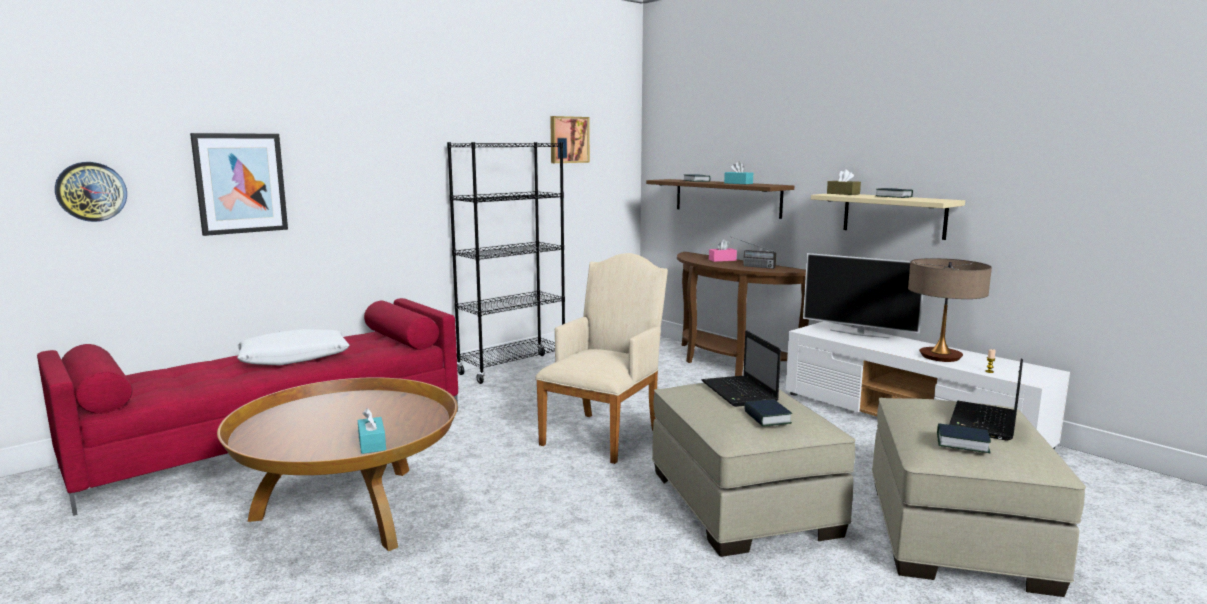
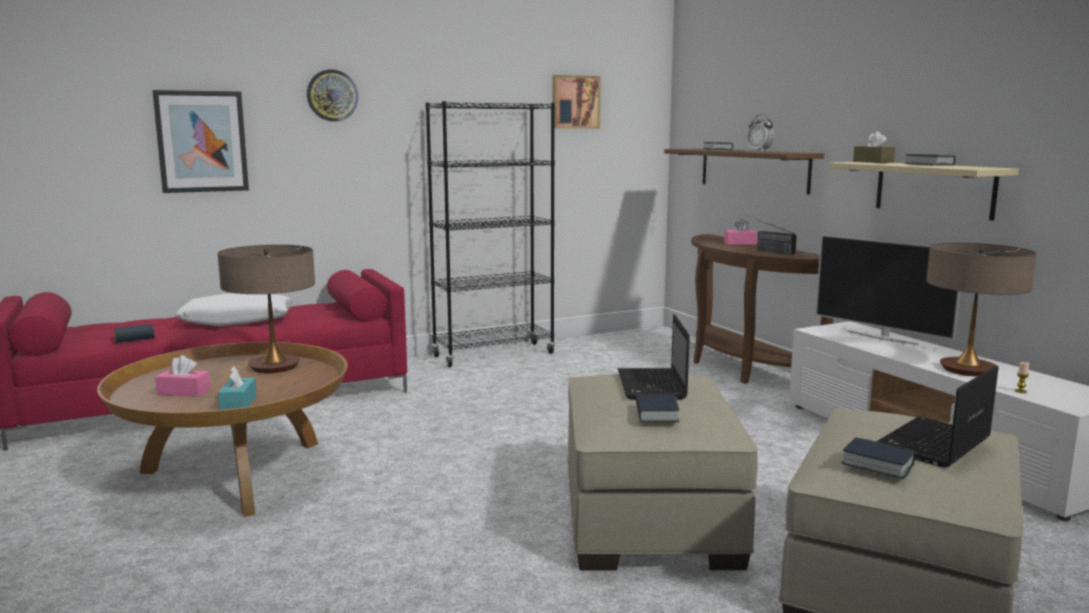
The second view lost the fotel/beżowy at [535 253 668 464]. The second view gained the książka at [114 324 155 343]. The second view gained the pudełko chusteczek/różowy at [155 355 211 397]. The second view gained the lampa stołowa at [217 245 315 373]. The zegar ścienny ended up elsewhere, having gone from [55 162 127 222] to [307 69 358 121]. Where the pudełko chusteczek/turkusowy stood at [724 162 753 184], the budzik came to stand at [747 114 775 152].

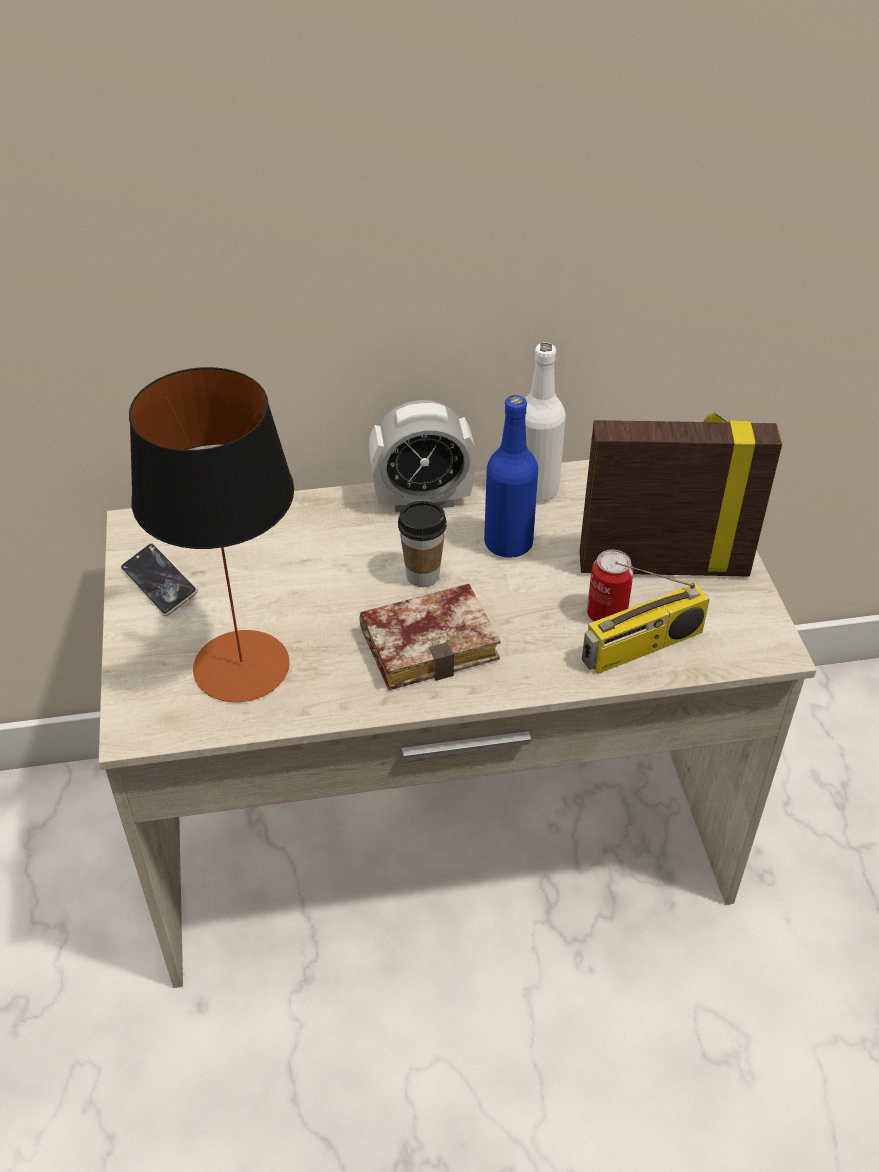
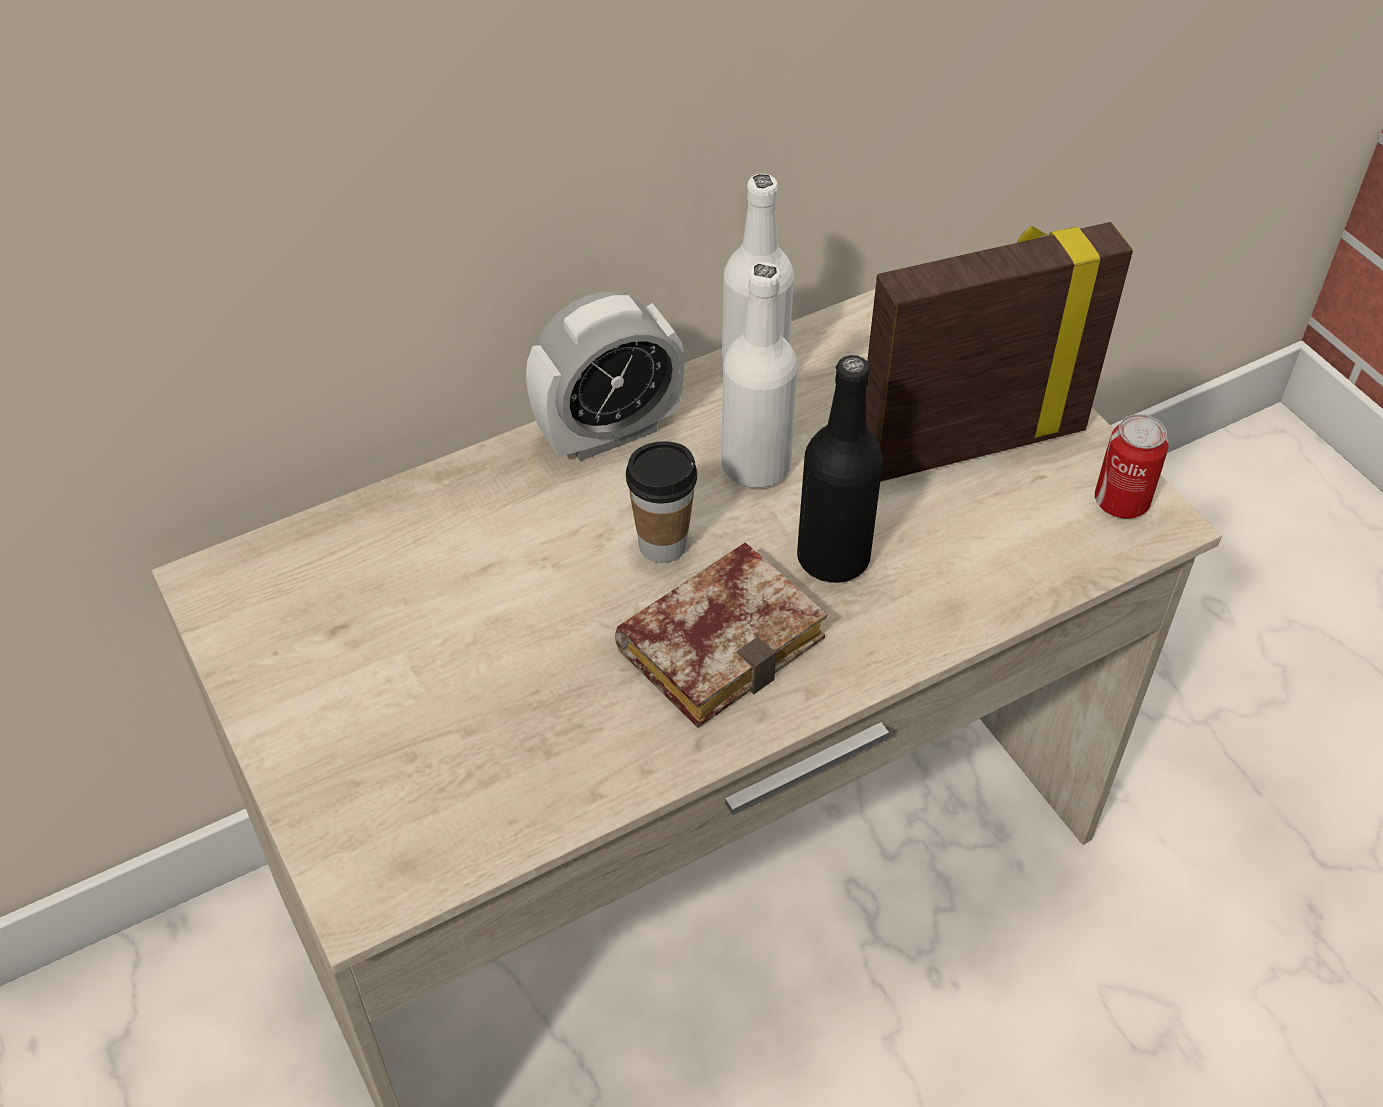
The second view lost the telefon at [120 543 198 616]. The second view lost the lampa stołowa at [129 367 294 702]. The second view lost the radio at [582 562 710 674]. The second view gained the butelka/czarny at [797 355 883 583]. The puszka ended up elsewhere, having gone from [587 550 634 621] to [1095 414 1169 519]. What was the butelka/niebieski at [484 395 538 558] turned into the butelka/biały at [721 262 798 488].

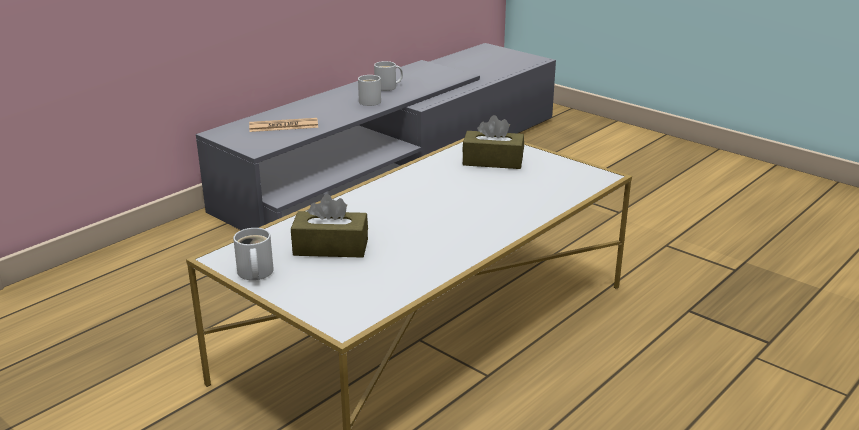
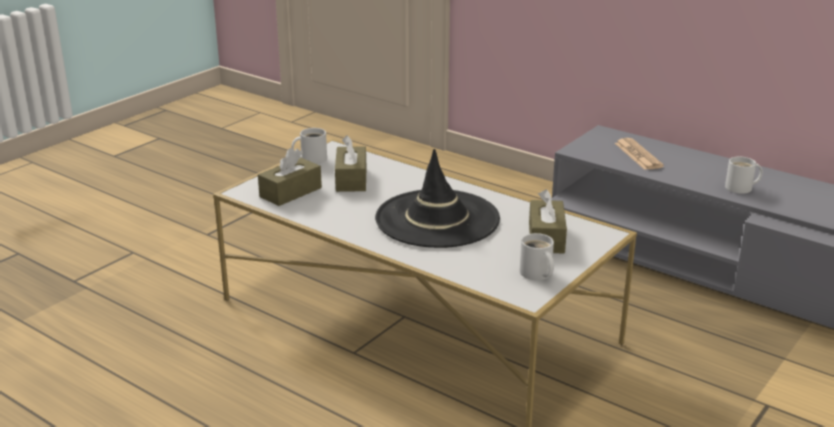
The second view gained the pudełko chusteczek/brązowy at [258 148 322 206]. The second view gained the kapelusz/czarny at [375 149 500 248]. The kubek/biały ended up elsewhere, having gone from [374 61 403 91] to [520 233 554 280].

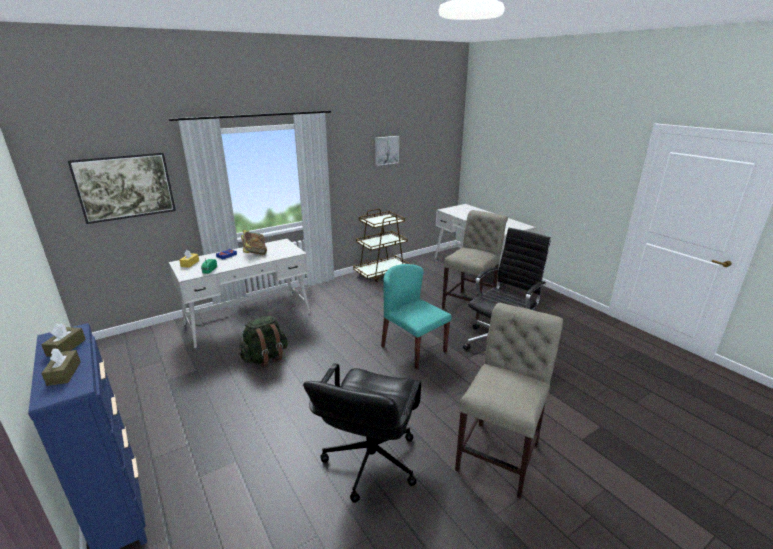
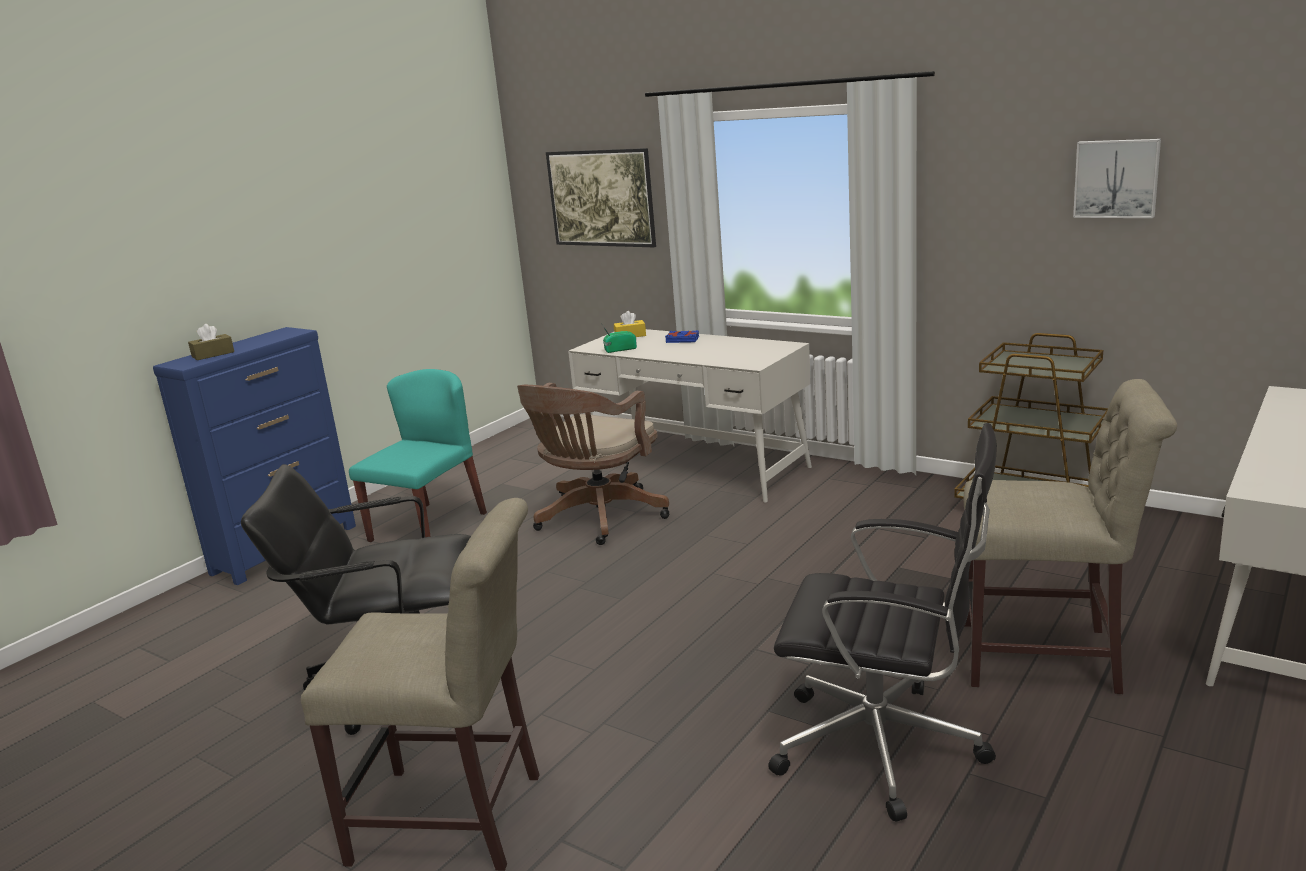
The second view lost the pudełko chusteczek/brązowy at [41 323 86 357]. The second view lost the książka at [241 230 267 255]. The krzesło/turkusowy ended up elsewhere, having gone from [381 264 452 369] to [349 369 487 542]. Where the plecak/zielony stood at [239 316 288 367], the krzesło biurowe/brązowy came to stand at [517 383 669 545].

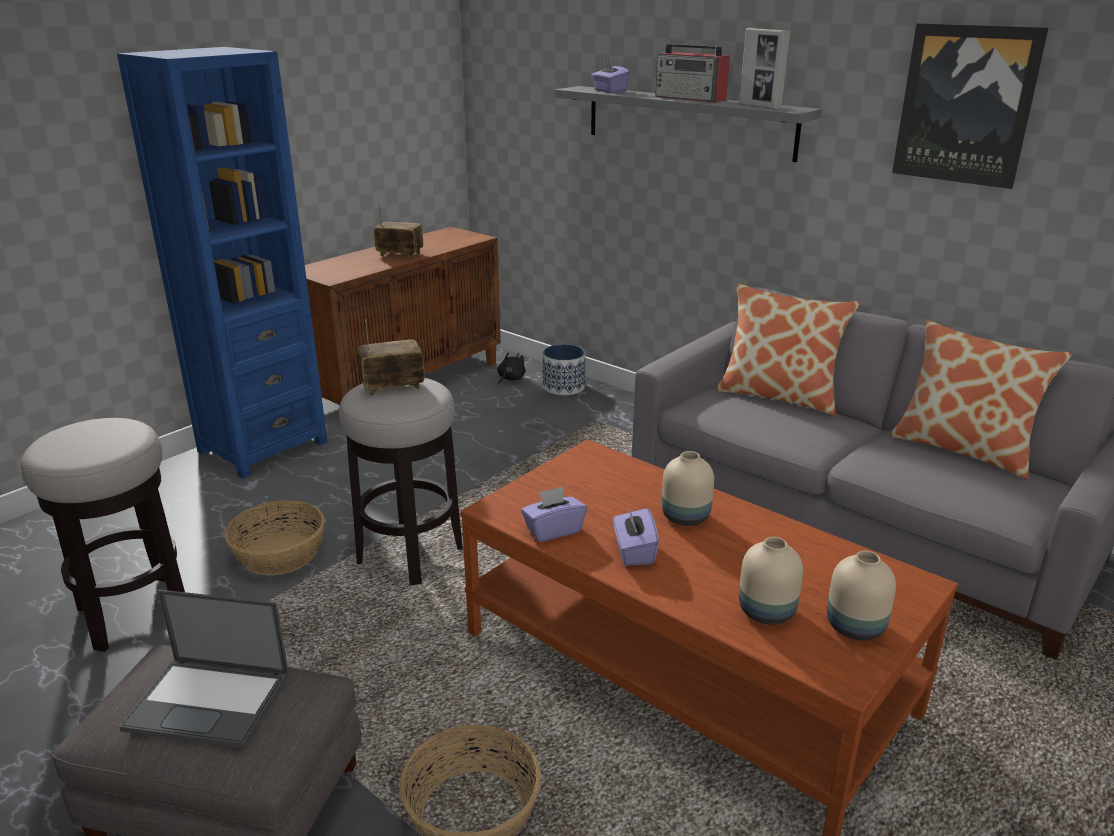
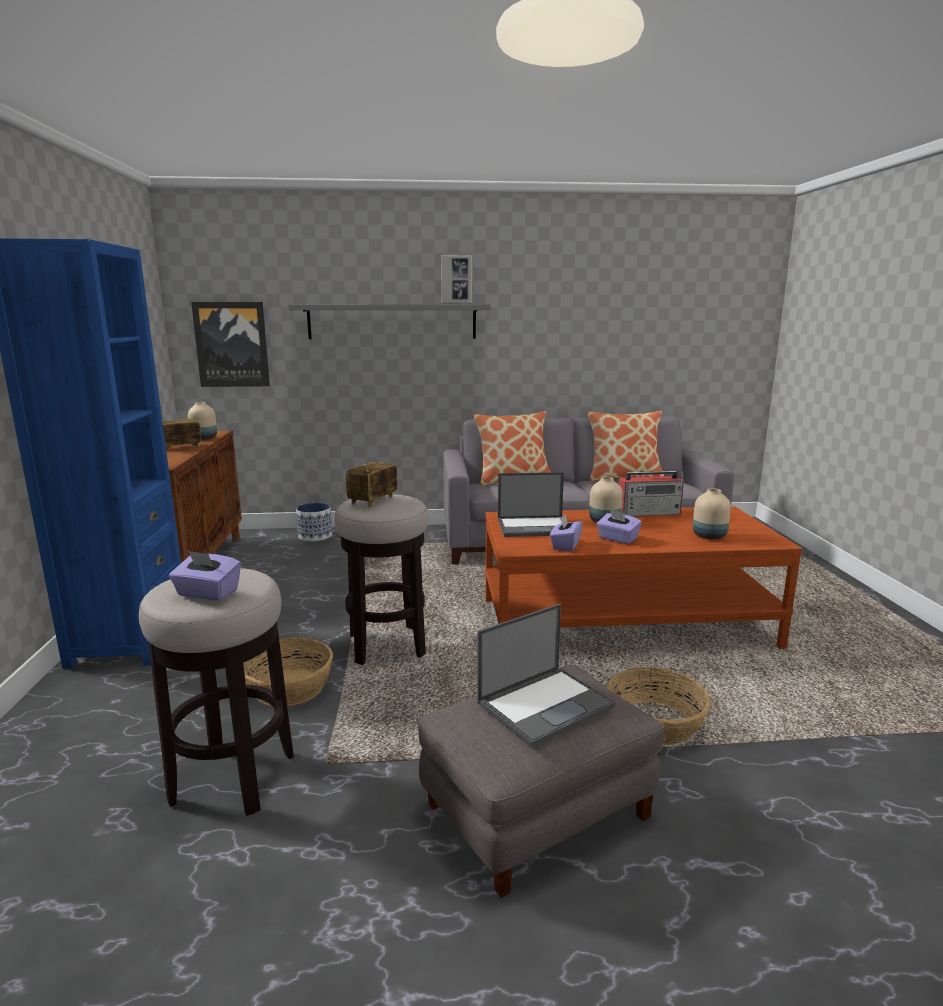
The second view lost the pluszak/czarny at [497 352 526 385]. The second view gained the laptop at [498 472 564 537]. The pudełko chusteczek/fioletowy ended up elsewhere, having gone from [591 59 630 93] to [169 551 241 601]. The radio ended up elsewhere, having gone from [655 44 730 103] to [619 471 684 517]. The wazon/beżowy ended up elsewhere, having gone from [827 551 896 641] to [188 402 217 440]. The obraz ended up elsewhere, having gone from [892 23 1048 189] to [191 302 270 387].

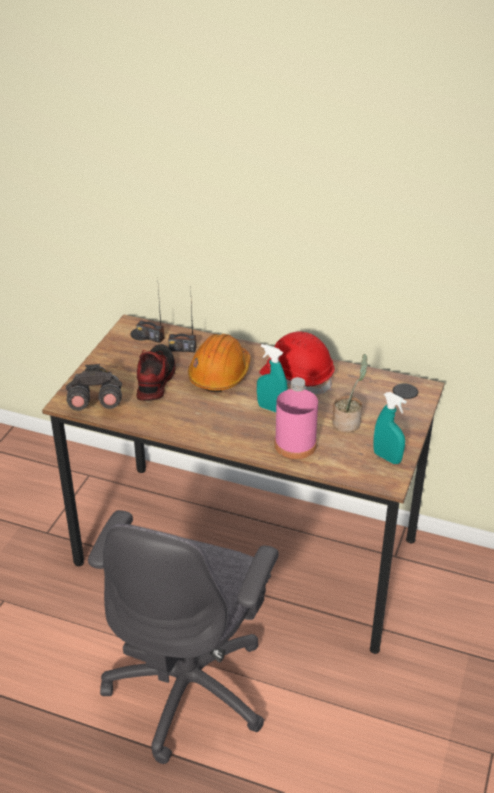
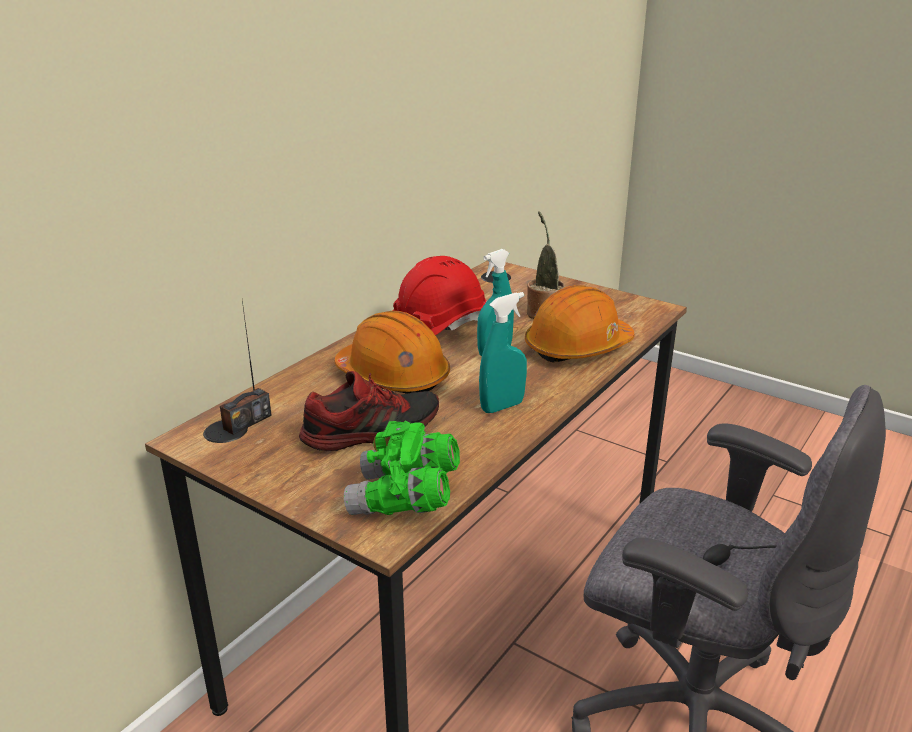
The second view lost the radio at [168 303 196 352]. The spryskiwacz/turkusowy ended up elsewhere, having gone from [373 392 407 464] to [479 292 527 413]. Where the butelka/różowy stood at [275 377 318 459], the kask/pomarańczowy came to stand at [525 285 634 363]. What was the lornetka/szary at [66 364 122 411] turned into the lornetka/zielony at [344 421 460 515]. The but at [136 344 176 401] ended up facing another way, 135 degrees clockwise from before.

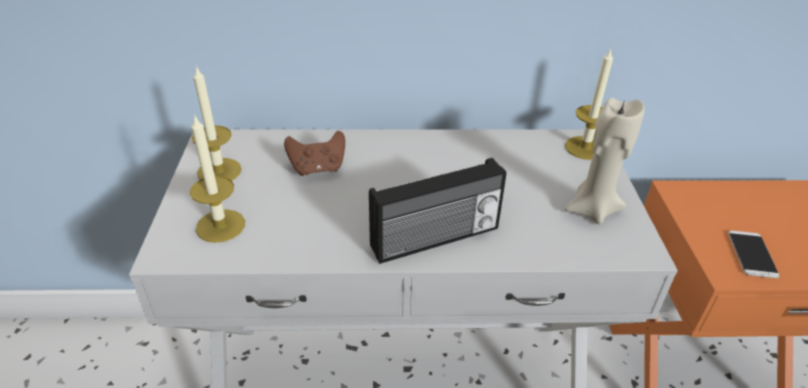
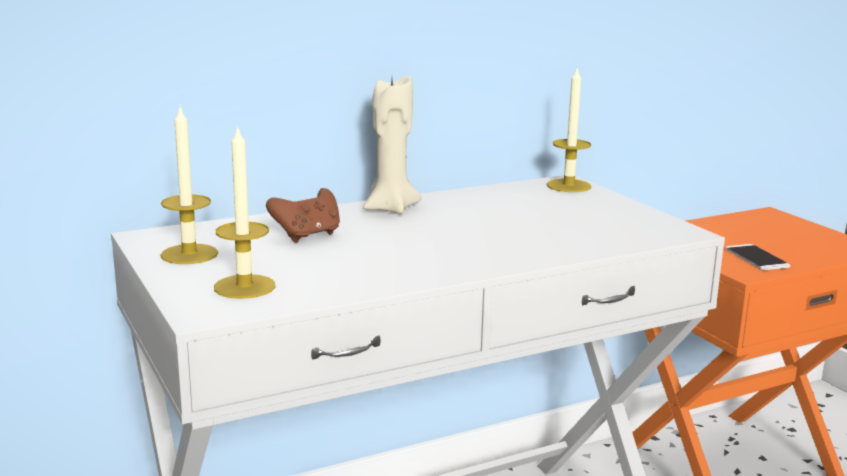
The second view lost the radio at [369 158 507 264]. The świeca/beżowy ended up elsewhere, having gone from [565 98 645 225] to [363 76 422 214].

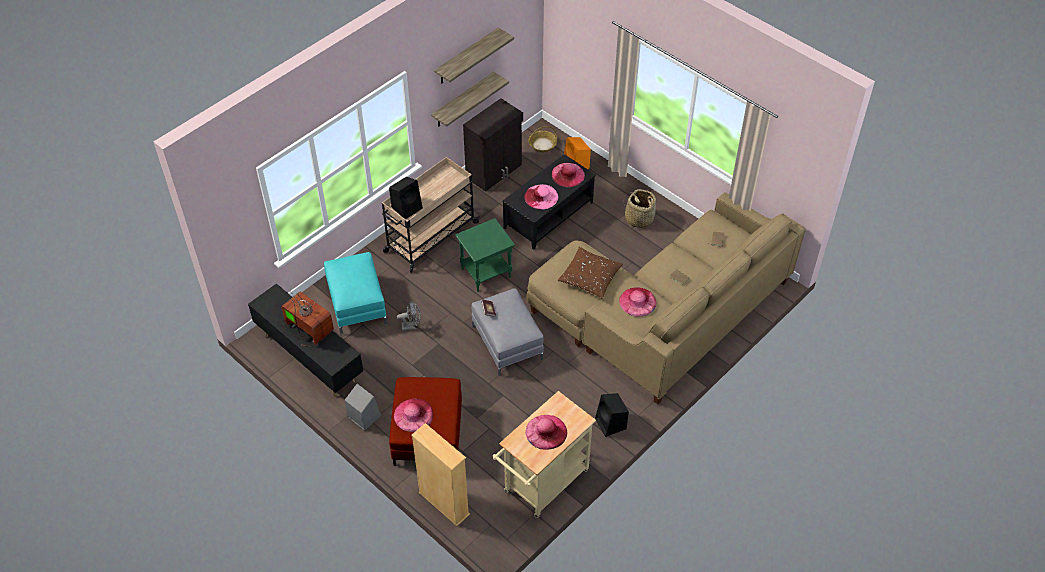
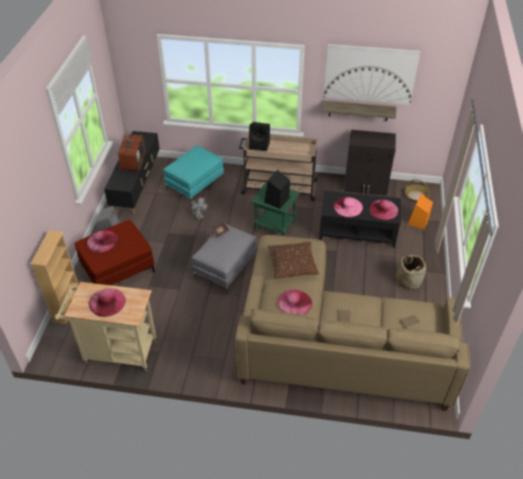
The głośnik/czarny ended up elsewhere, having gone from [595 393 629 437] to [264 170 290 209]. Where the półka hung at [434 27 514 83], the obraz came to hang at [323 44 420 105].

